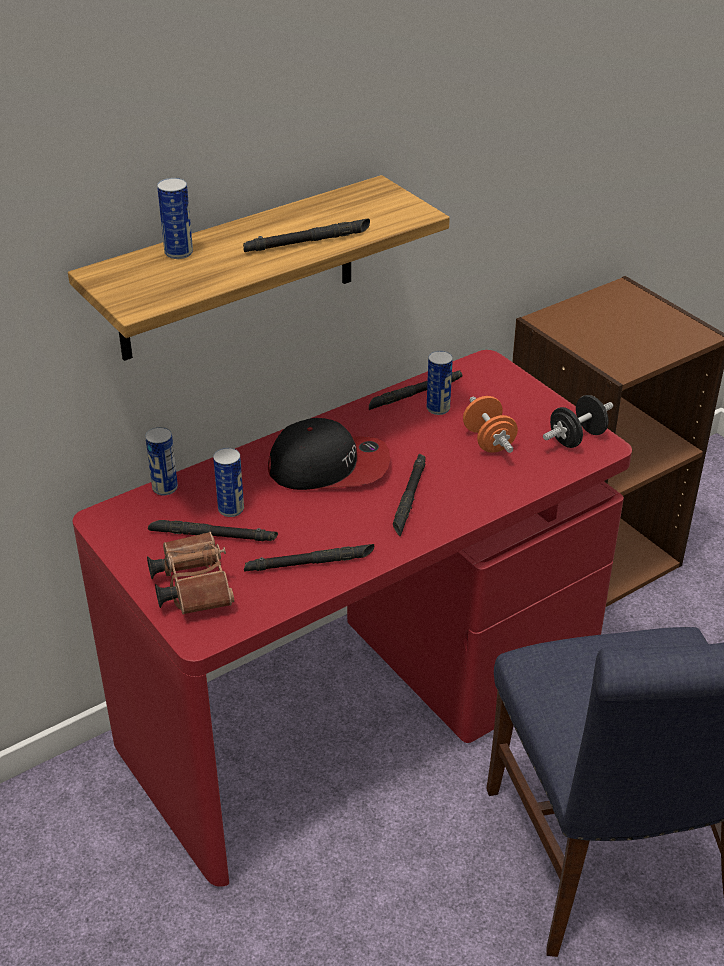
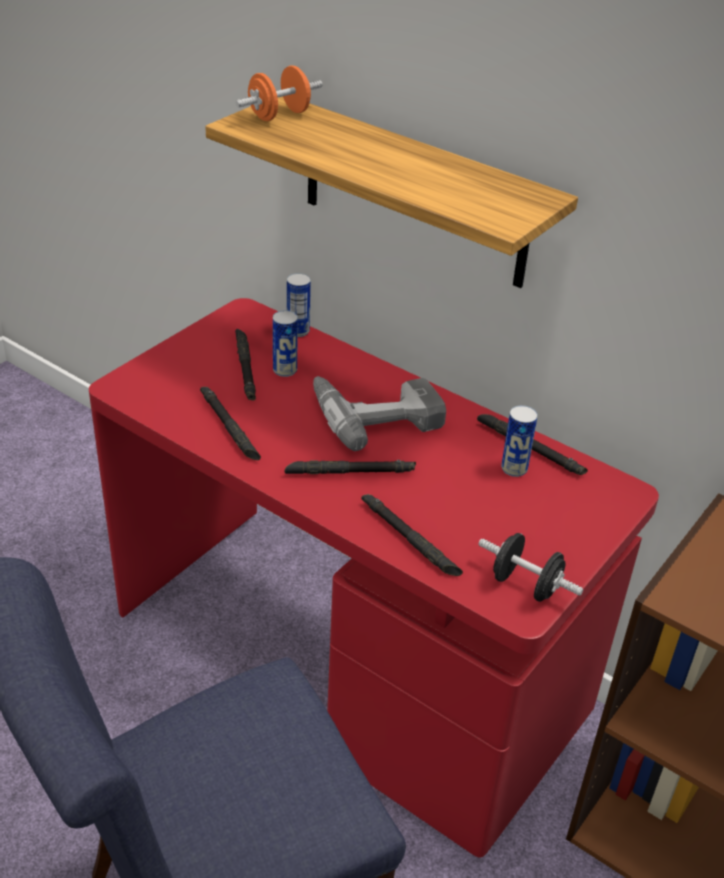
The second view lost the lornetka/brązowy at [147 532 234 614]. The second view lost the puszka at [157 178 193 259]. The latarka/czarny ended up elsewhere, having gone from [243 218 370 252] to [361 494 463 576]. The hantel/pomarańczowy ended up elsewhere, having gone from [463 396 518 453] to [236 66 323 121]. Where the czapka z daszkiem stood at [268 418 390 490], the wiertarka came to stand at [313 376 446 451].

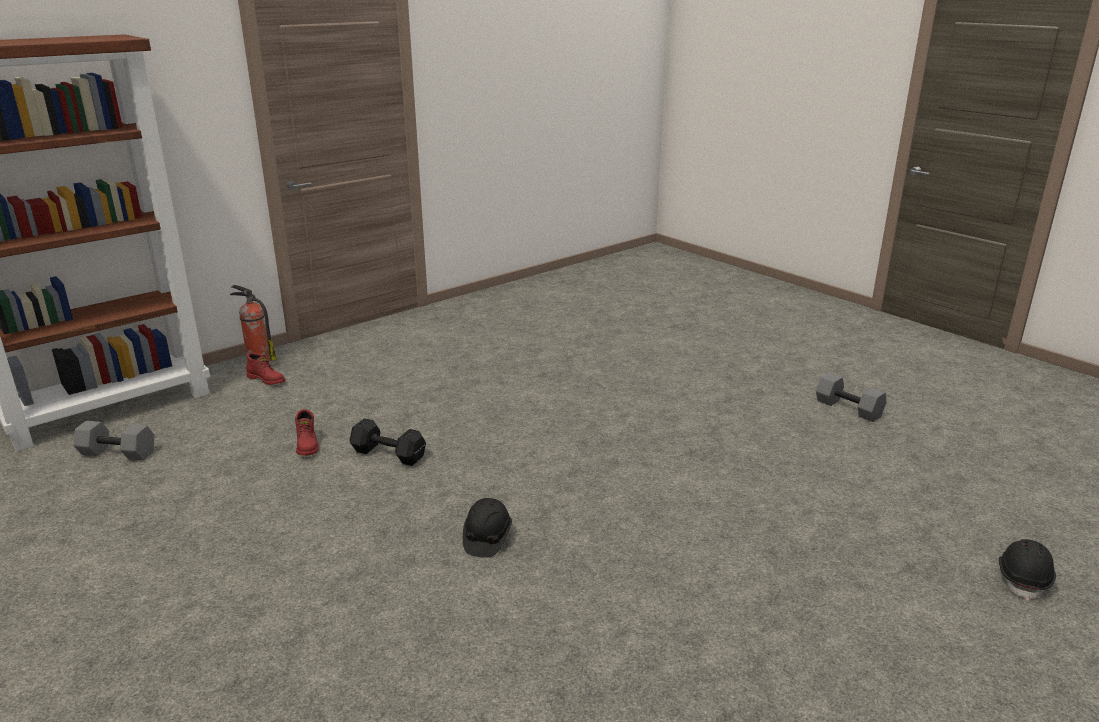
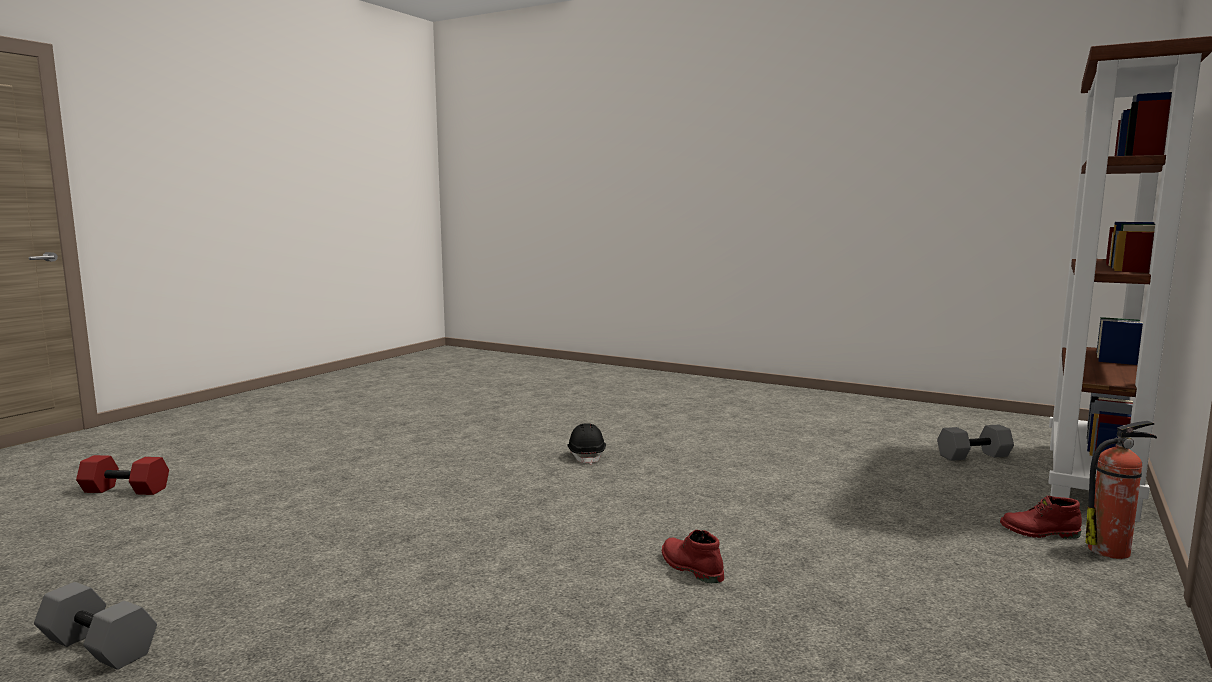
The second view lost the hantel/czarny at [349 418 426 466]. The but z cholewką/czerwony ended up elsewhere, having gone from [295 409 319 456] to [662 530 724 583]. Where the kask/czarny stood at [999 539 1056 601], the hantel/czerwony came to stand at [76 455 169 495].

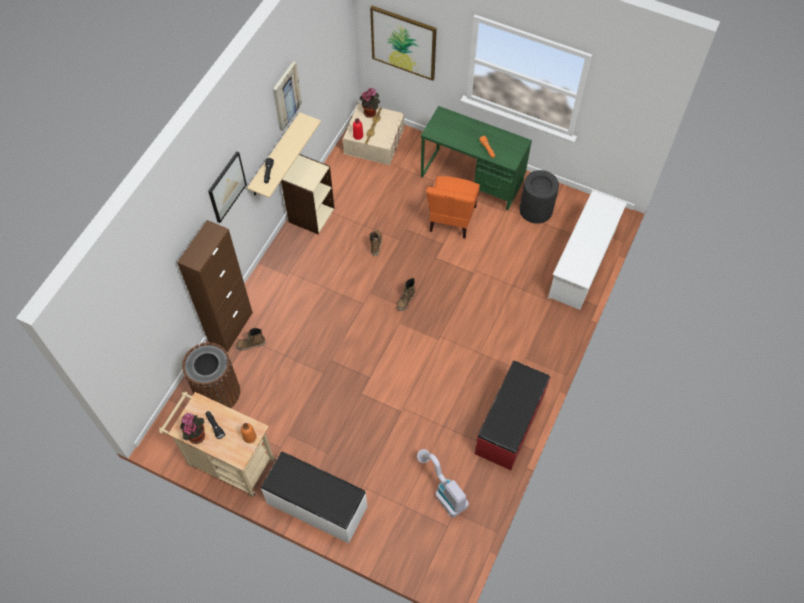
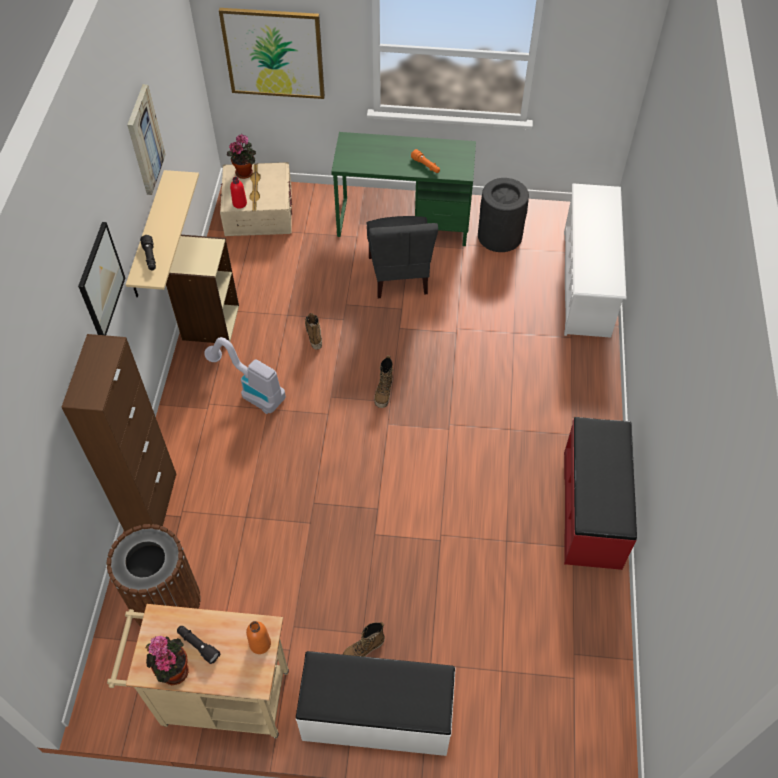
The but z cholewką ended up elsewhere, having gone from [236 328 266 351] to [343 622 385 657]. The odkurzacz ended up elsewhere, having gone from [417 449 469 517] to [204 337 286 414]. What was the krzesło/pomarańczowy at [426 176 480 239] turned into the krzesło/szary at [366 216 438 298].

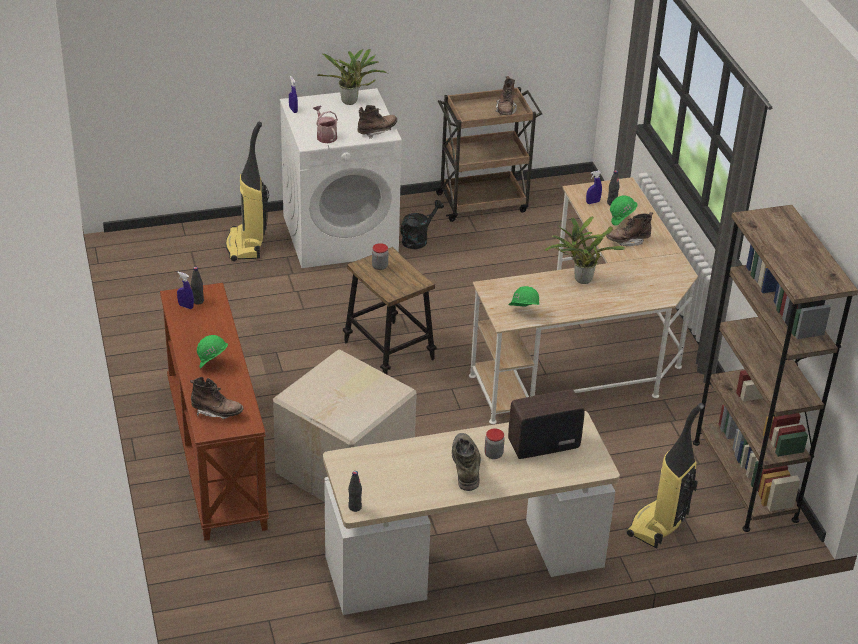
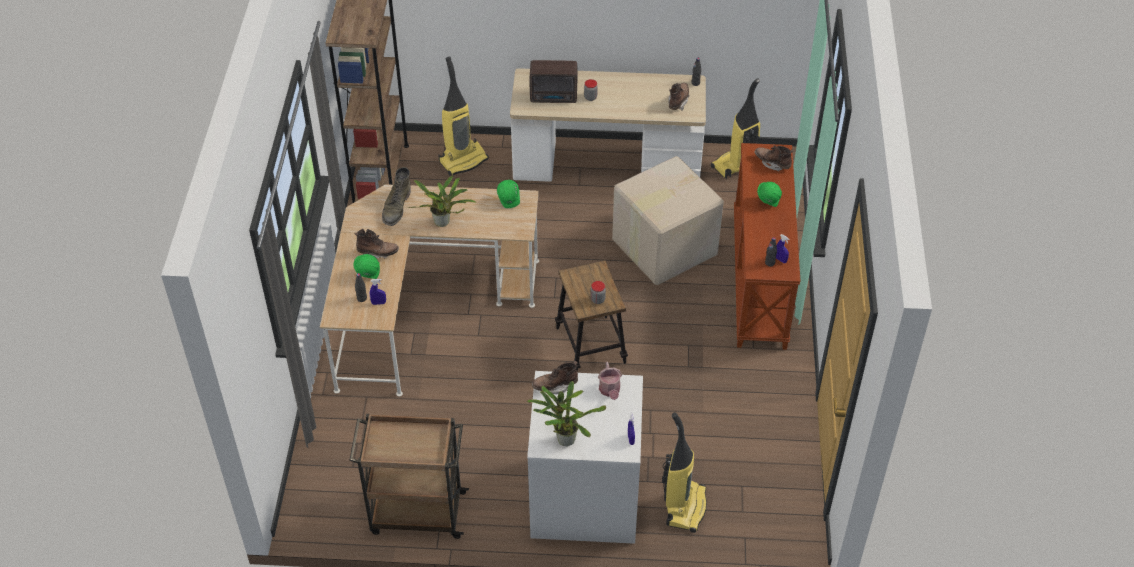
The second view lost the konewka/czarny at [400 200 444 249]. The second view gained the odkurzacz at [711 78 760 179]. The but z cholewką/zielony ended up elsewhere, having gone from [452 433 481 491] to [382 167 411 226]. The but z cholewką/brązowy ended up elsewhere, having gone from [495 76 517 115] to [668 83 690 111].

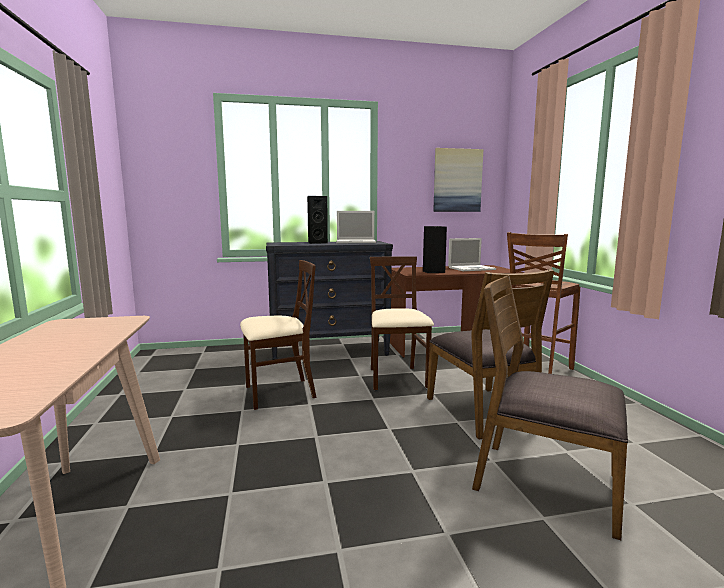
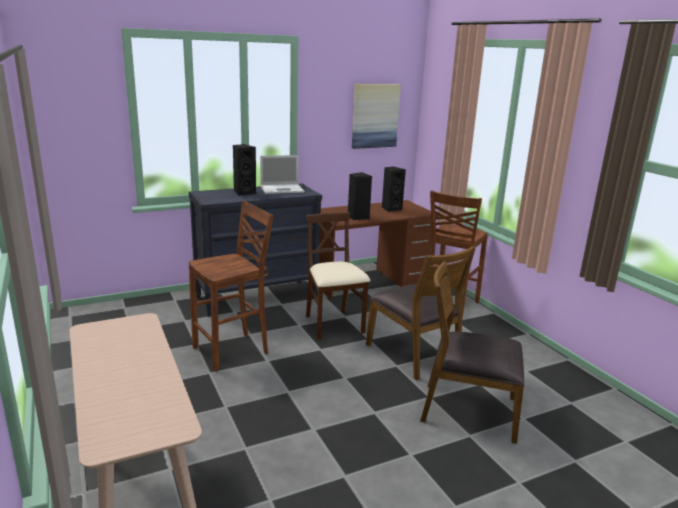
Where the krzesło/beżowy stood at [240 260 317 410], the stołek/brązowy came to stand at [189 200 274 372]. Where the laptop stood at [448 238 496 271], the głośnik/czarny came to stand at [382 166 406 212].

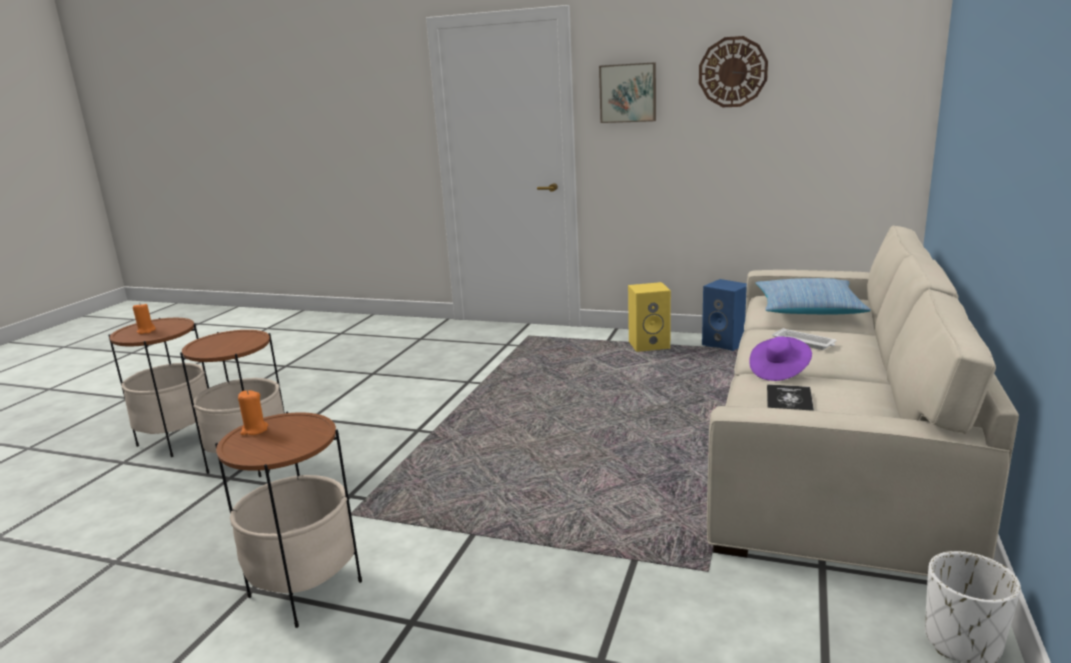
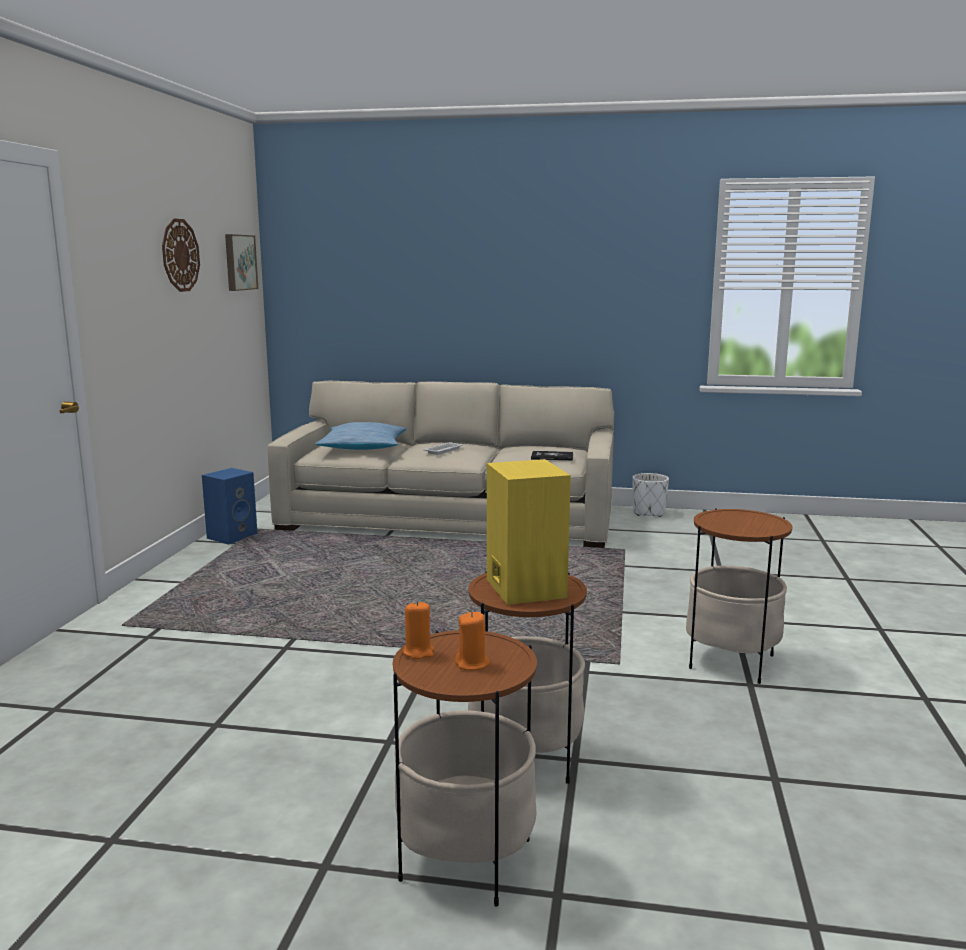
The second view lost the kapelusz/fioletowy at [749 336 812 381]. The świeca/pomarańczowy ended up elsewhere, having gone from [238 390 268 435] to [403 601 434 659]. The obraz ended up elsewhere, having gone from [599 62 656 123] to [225 234 258 291]. The głośnik/żółty ended up elsewhere, having gone from [628 282 671 352] to [487 459 571 605].

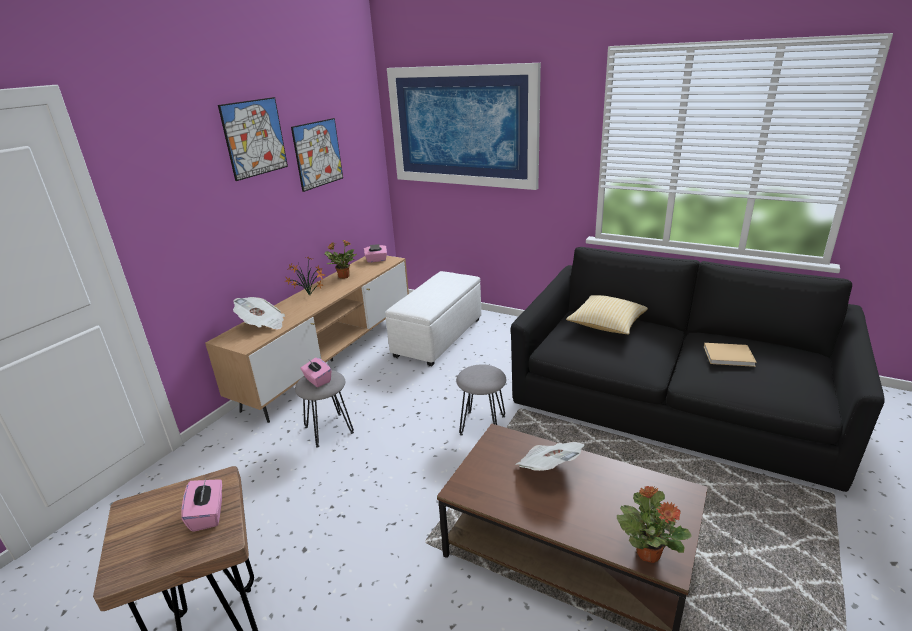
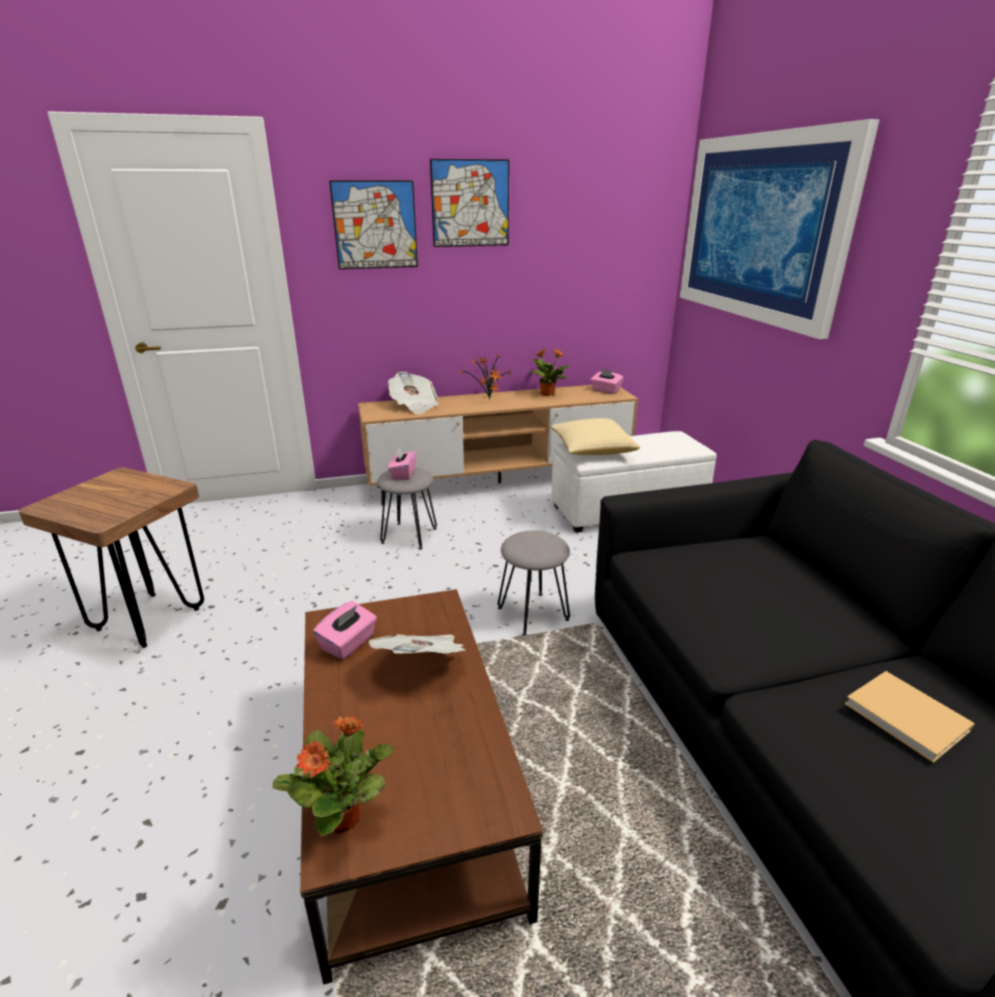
The pudełko chusteczek/różowy ended up elsewhere, having gone from [181 478 222 532] to [313 601 377 659]. The obraz ended up elsewhere, having gone from [291 118 343 192] to [329 180 418 269]. The poduszka ended up elsewhere, having gone from [566 295 648 335] to [551 418 640 455].

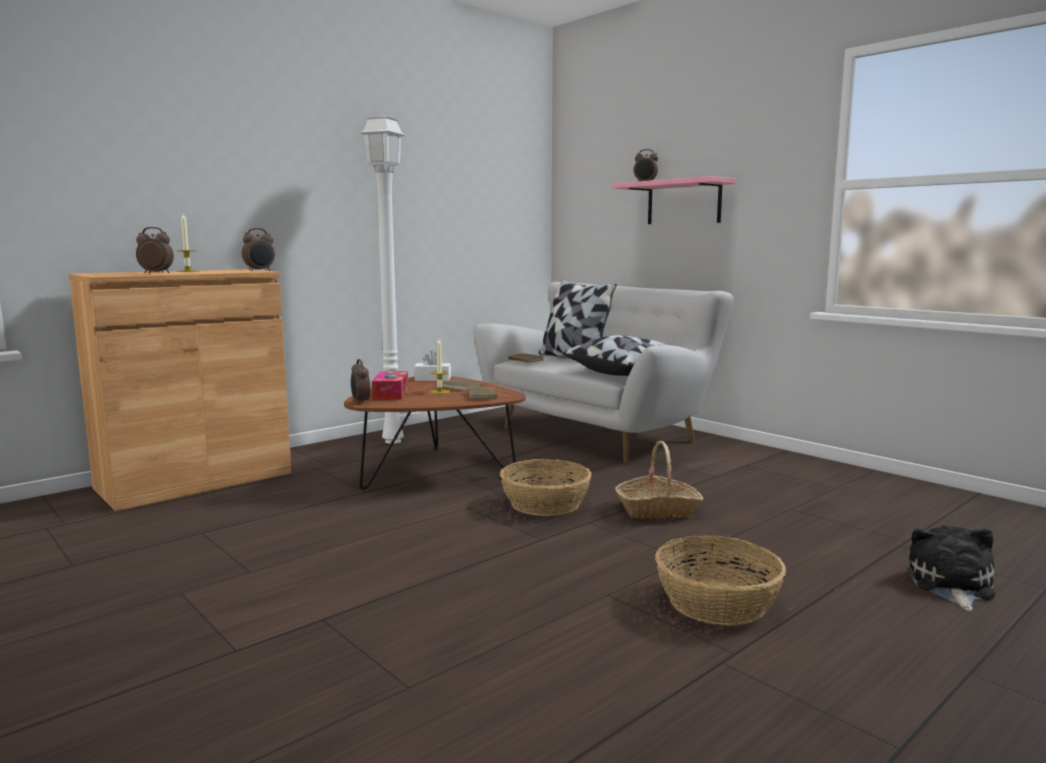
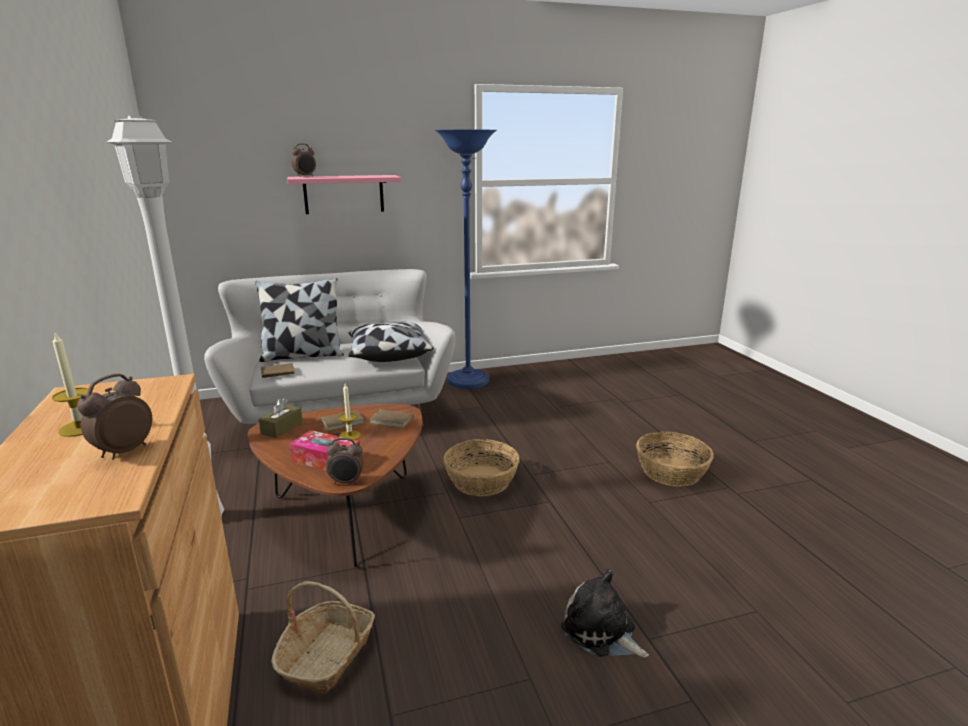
The second view lost the budzik at [242 228 275 271]. The second view gained the lampa stojąca/niebieski at [435 129 497 389]. The koszyk ended up elsewhere, having gone from [615 441 704 519] to [271 581 375 694]. The pluszak ended up elsewhere, having gone from [908 526 995 611] to [561 569 649 657]. What was the pudełko chusteczek/biały at [414 350 451 381] turned into the pudełko chusteczek/brązowy at [259 398 303 438].

